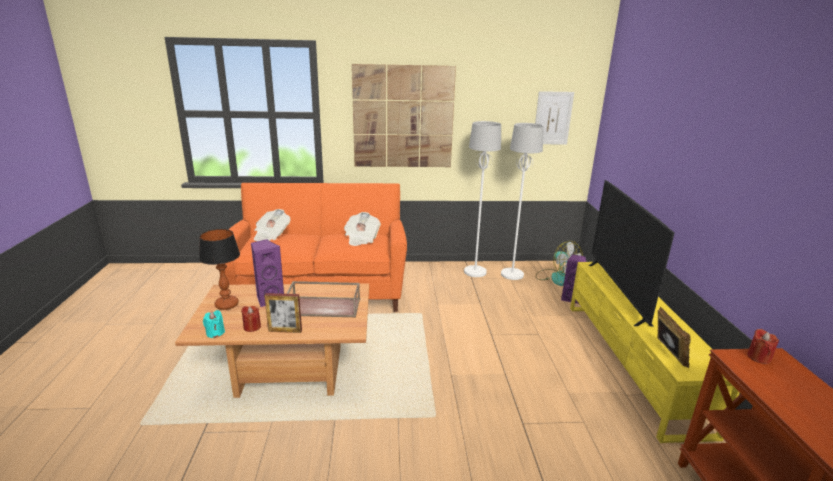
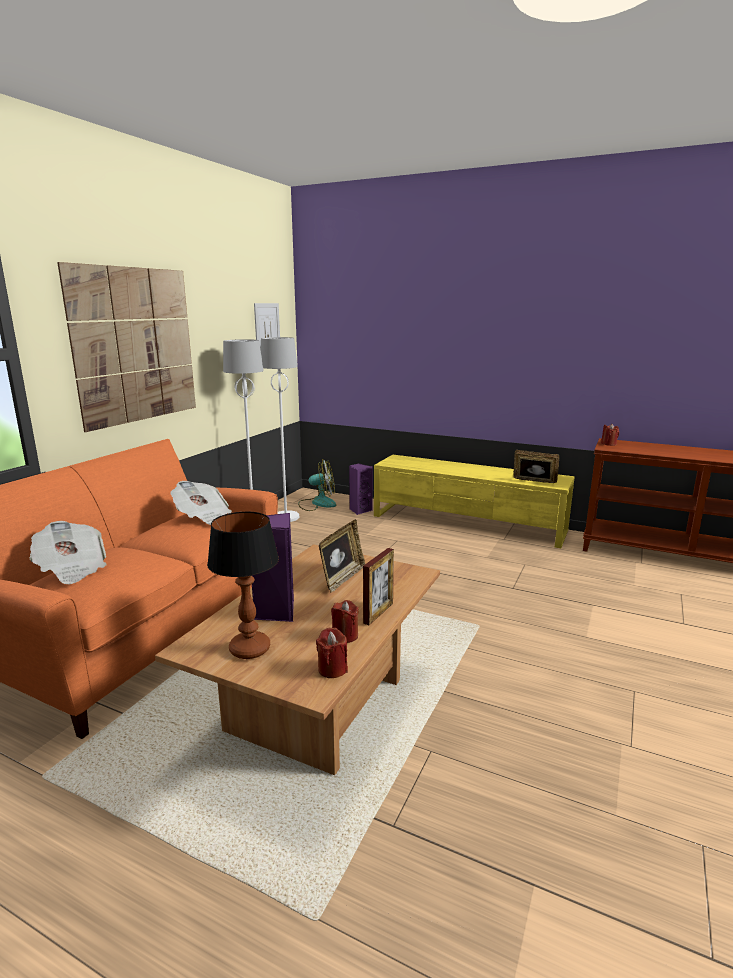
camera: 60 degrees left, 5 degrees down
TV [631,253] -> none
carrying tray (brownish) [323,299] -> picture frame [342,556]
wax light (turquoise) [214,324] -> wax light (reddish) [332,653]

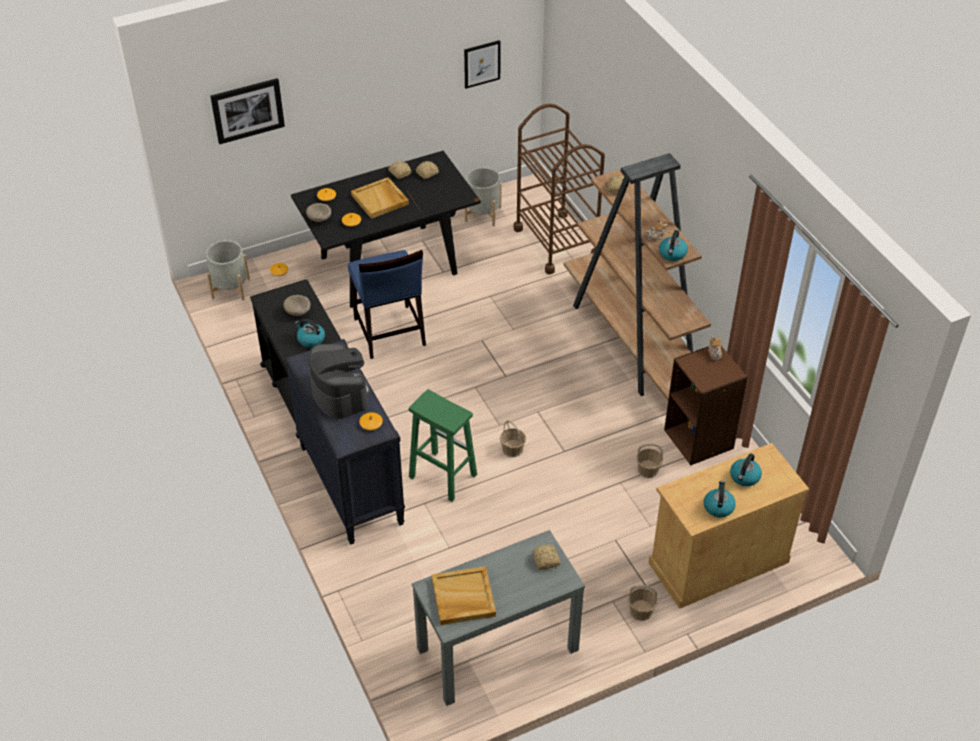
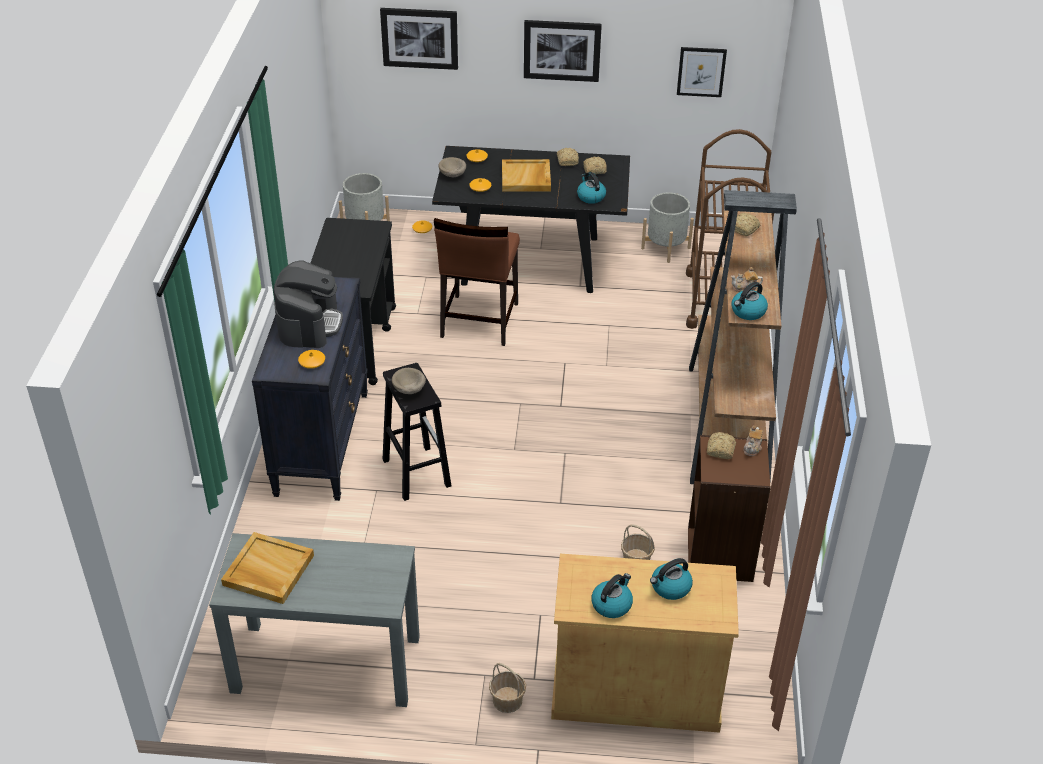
camera: 30 degrees right, 5 degrees down
chair (blue) [387,304] -> chair (brownish) [477,282]
deep dish (sand-coloured) [296,305] -> deep dish (sand-coloured) [409,381], relocated
kettle [310,333] -> kettle [591,188], relocated
sitting stool (greenish) [443,445] -> sitting stool (black) [417,432]
storage basket [513,438] -> none
bread [546,557] -> bread [721,445], relocated
none -> wall art [563,51]

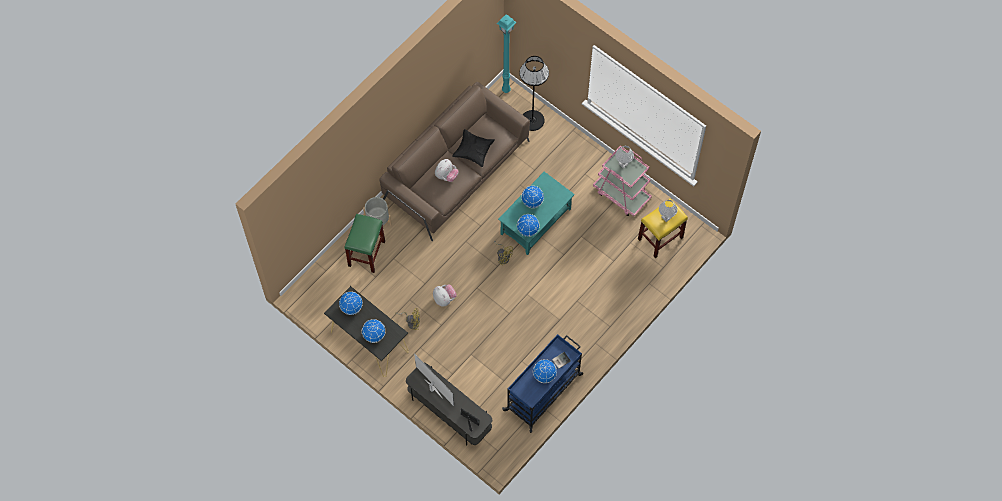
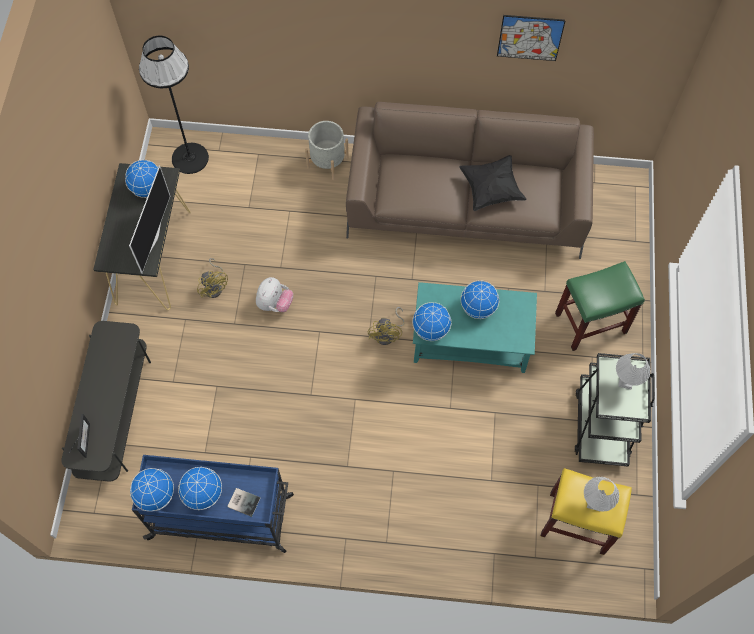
camera: 55 degrees right, 0 degrees up
standing lamp (turquoise) [506,53] -> none
standing lamp (black) [534,93] -> standing lamp (black) [174,105], relocated
cart (pink-coloured) [622,181] -> cart (black) [614,410]
plush toy [447,170] -> none
sitting stool (greenish) [364,243] -> sitting stool (greenish) [600,306], relocated
world globe [374,331] -> world globe [152,489], relocated
TV [434,379] -> TV [149,219], relocated
none -> wall art [531,38]

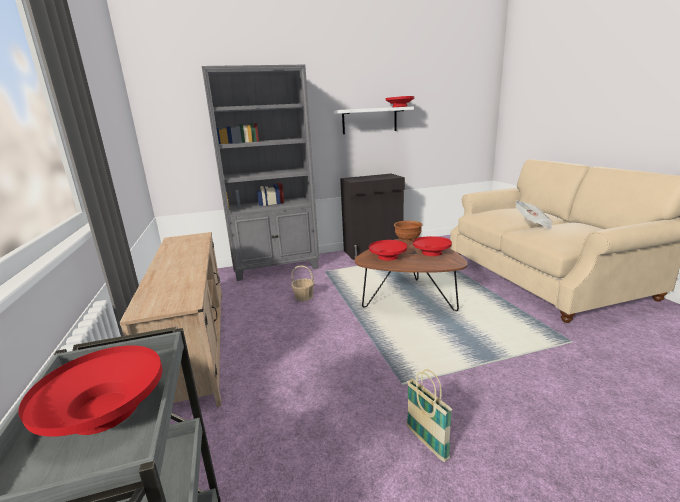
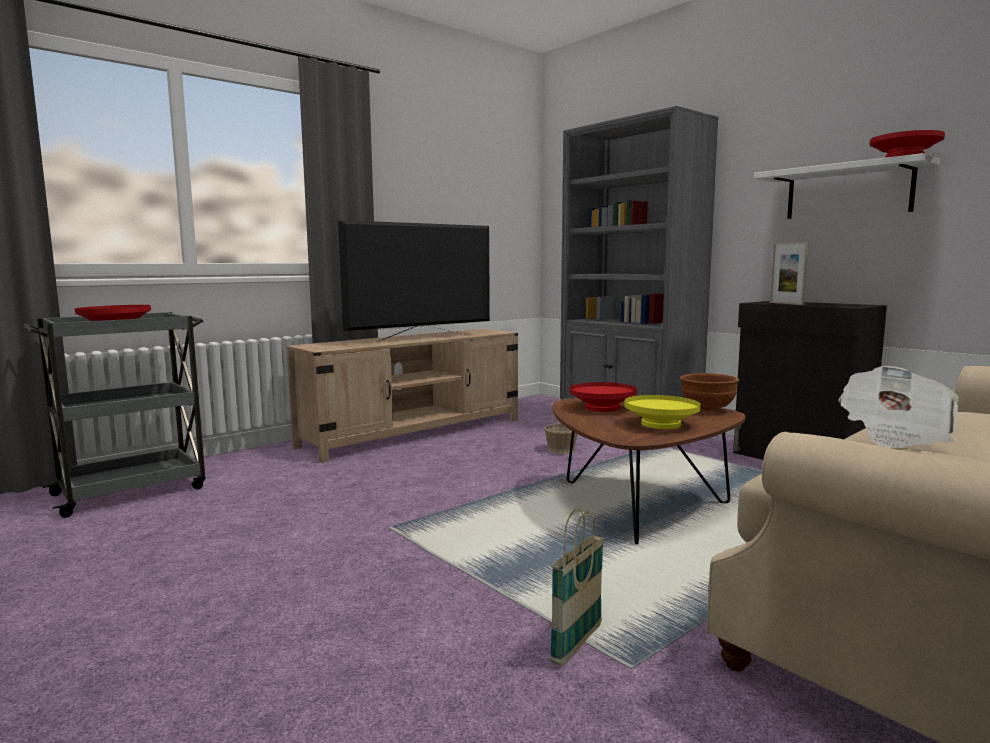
camera: 65 degrees right, 10 degrees down
deep dish (reddish) [432,246] -> deep dish (yellow) [662,412]
storage basket [429,415] -> storage basket [577,587], relocated
none -> TV [414,281]
none -> picture frame [789,273]

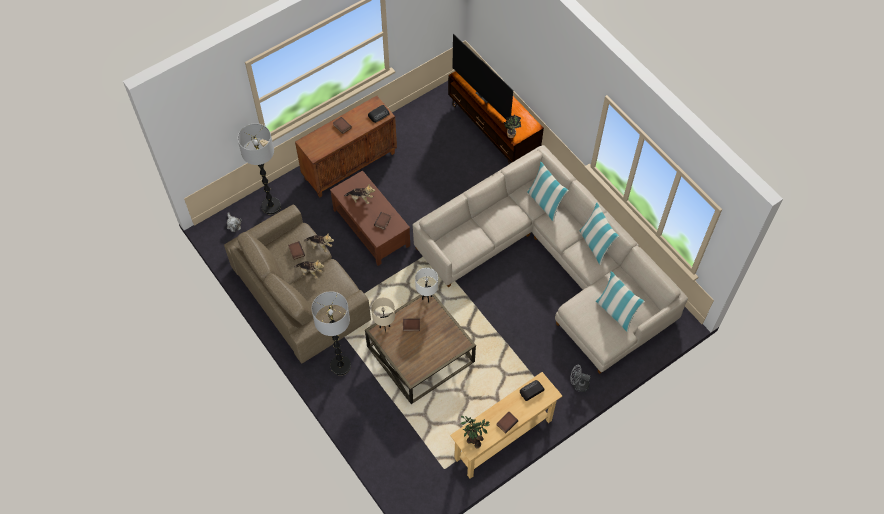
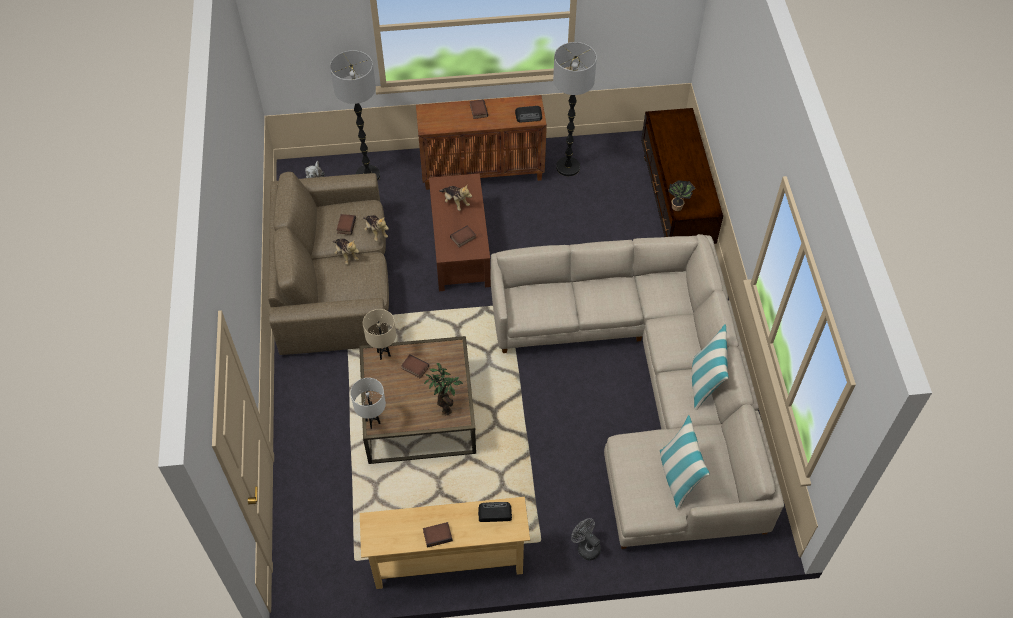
camera: 30 degrees right, 5 degrees down
TV [482,76] -> none
throw pillow [548,192] -> none
tabletop lamp (whitish) [426,285] -> tabletop lamp (whitish) [368,403], relocated
standing lamp [331,333] -> standing lamp [575,109], relocated
potted plant [475,432] -> potted plant [443,389], relocated

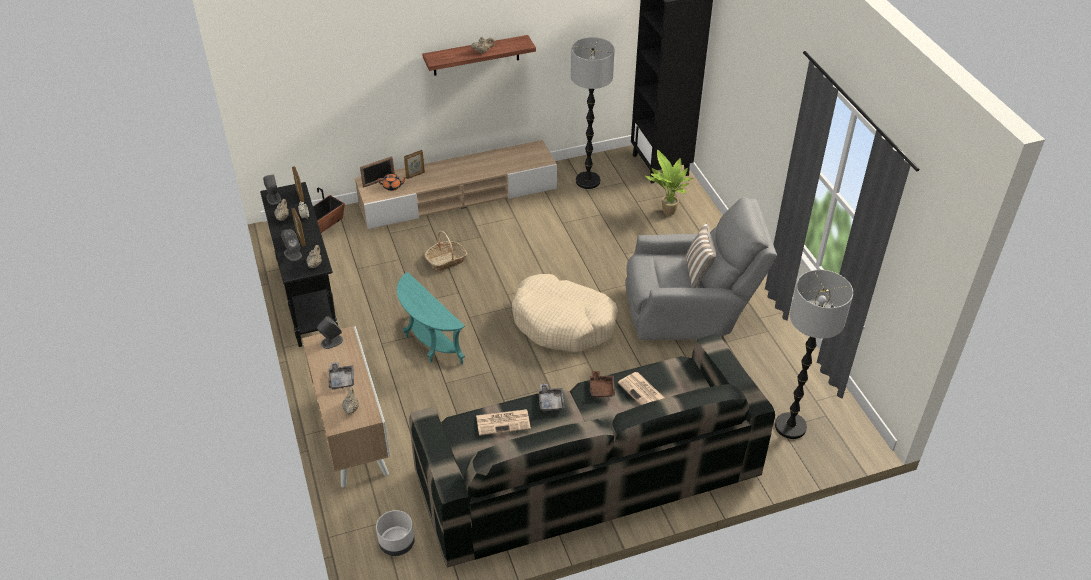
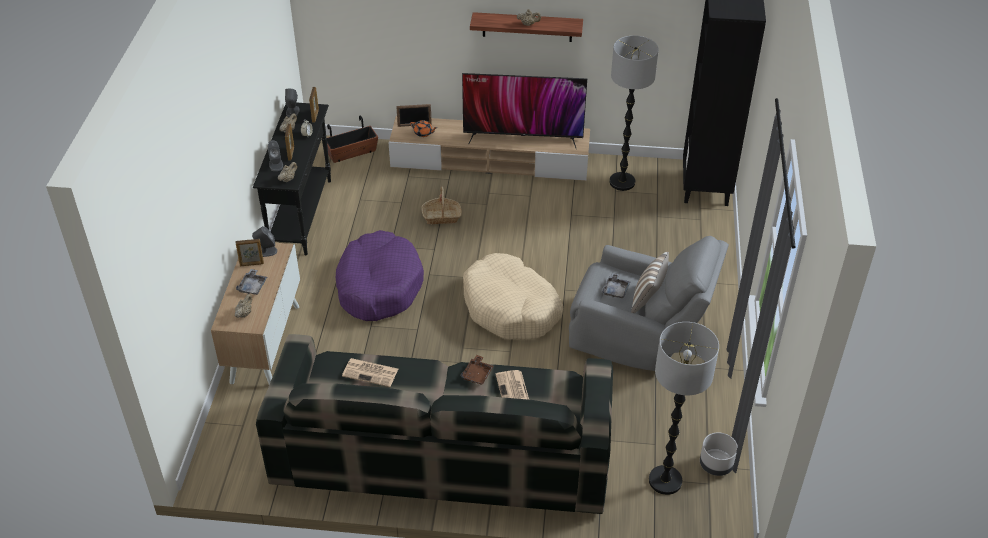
camera: 25 degrees right, 0 degrees up
picture frame [414,164] -> picture frame [250,252], relocated
potted plant [668,183] -> none
side table (turquoise) [431,318] -> pet bed (purple) [379,275]
carrying tray (grey) [551,397] -> carrying tray (grey) [616,285], relocated
planter (grey) [395,533] -> planter (grey) [719,454], relocated
none -> TV [524,110]

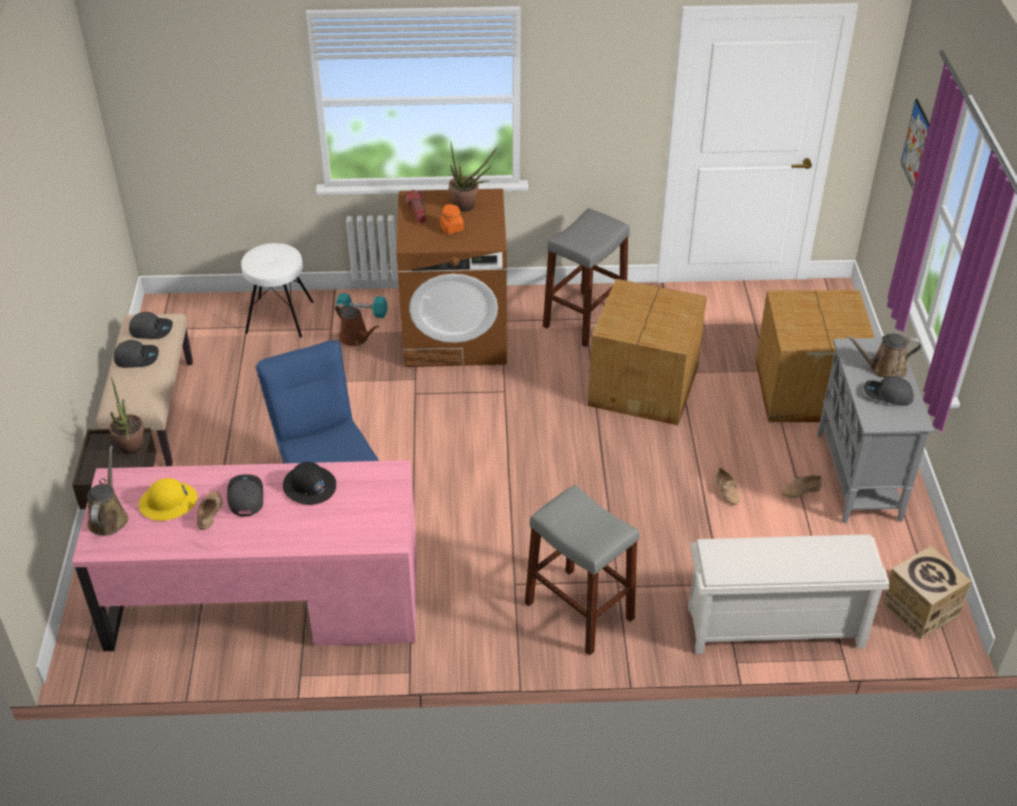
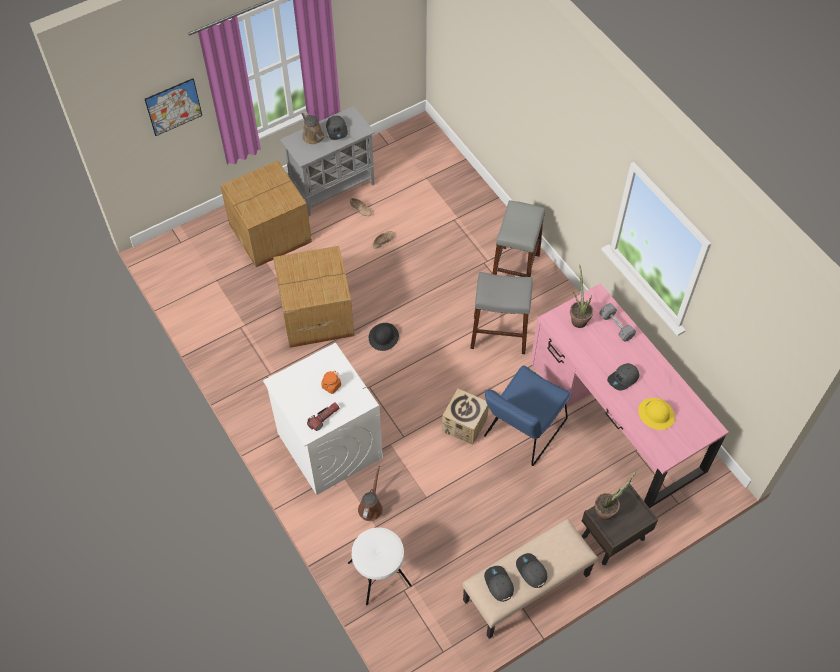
camera: 120 degrees left, 15 degrees up
potted plant [473,177] -> potted plant [581,296], relocated
laundry appliance (brownish) [451,278] -> laundry appliance (whitish) [323,419]
sitting stool (grey) [586,277] -> sitting stool (grey) [501,313], relocated
free weight (turquoise) [362,305] -> none
sprinkling can (brownish) [107,491] -> none
work helmet (black) [309,483] -> work helmet (black) [384,337], relocated
item of footwear (sand-coloured) [210,510] -> none
shoe stand (whitish) [789,594] -> none
packing box [927,592] -> packing box [465,417], relocated
none -> free weight (grey) [617,322]

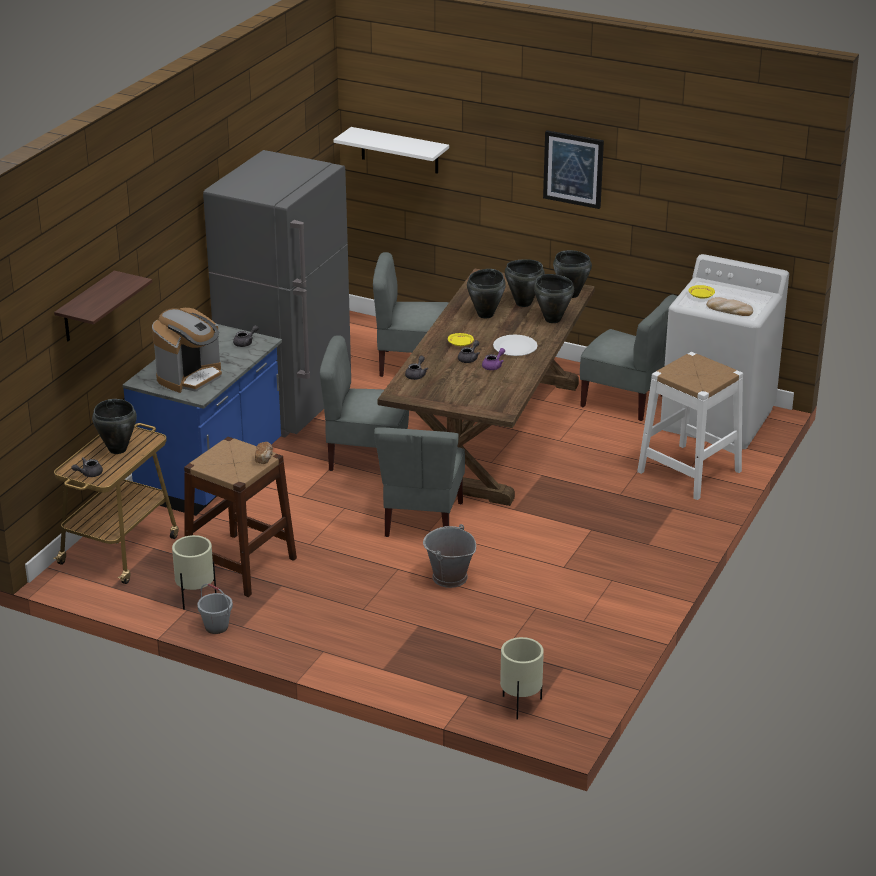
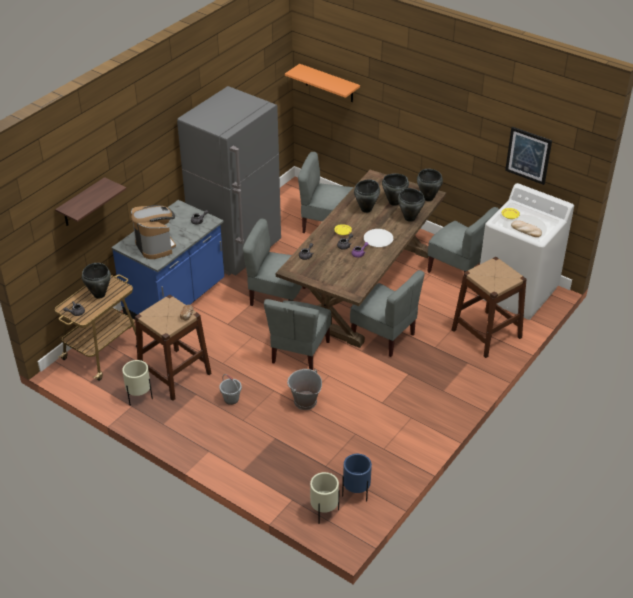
camera: 10 degrees right, 10 degrees up
bracket shelf (whitish) [391,150] -> bracket shelf (orange-coloured) [322,83]
wall art [573,169] -> wall art [528,156], relocated
coffee maker [187,350] -> coffee maker [153,232], 75 degrees counterclockwise
sitting stool (whitish) [690,426] -> sitting stool (brownish) [489,307]
water bucket (grey) [215,608] -> water bucket (grey) [230,389], relocated
none -> chair (grey) [387,313]
none -> planter (blue) [357,478]

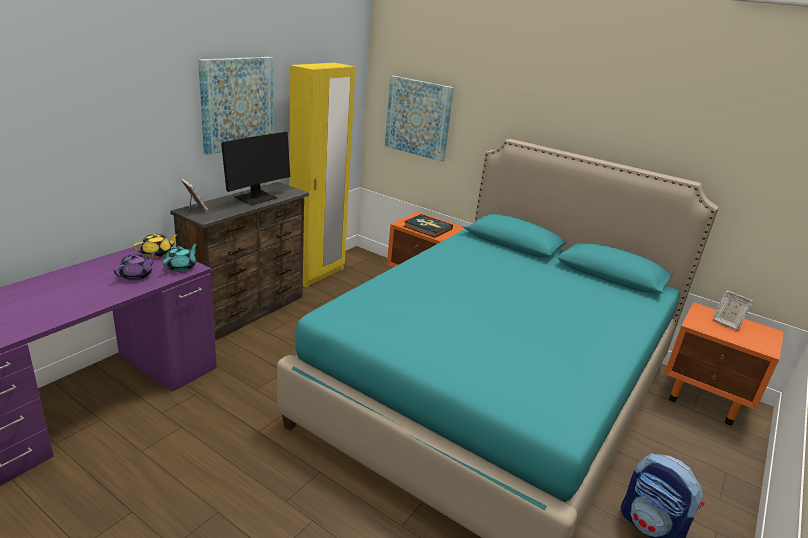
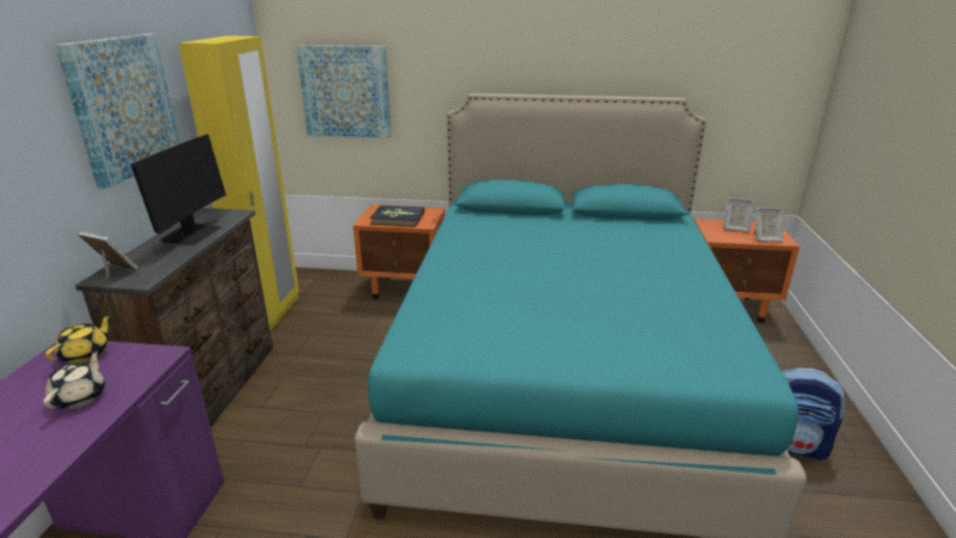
camera: 25 degrees left, 0 degrees up
teapot (turquoise) [180,257] -> none
teapot (purple) [135,266] -> teapot (sand-coloured) [74,379]
none -> picture frame [768,224]

